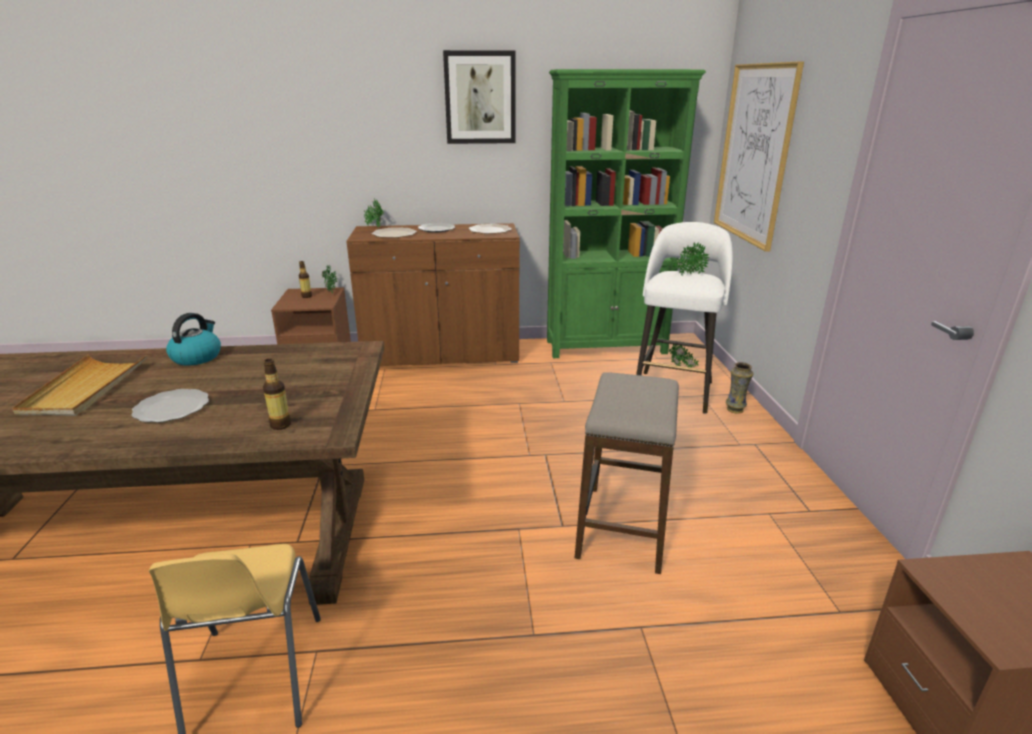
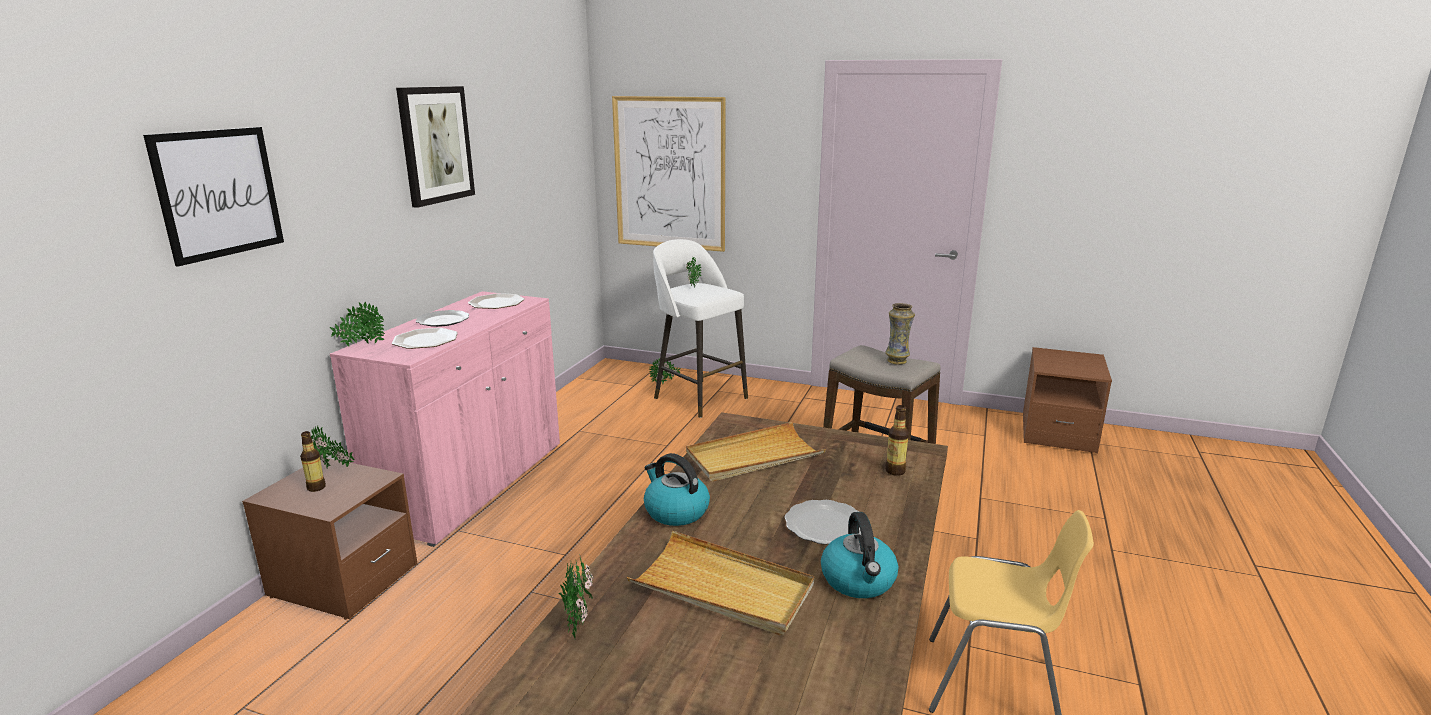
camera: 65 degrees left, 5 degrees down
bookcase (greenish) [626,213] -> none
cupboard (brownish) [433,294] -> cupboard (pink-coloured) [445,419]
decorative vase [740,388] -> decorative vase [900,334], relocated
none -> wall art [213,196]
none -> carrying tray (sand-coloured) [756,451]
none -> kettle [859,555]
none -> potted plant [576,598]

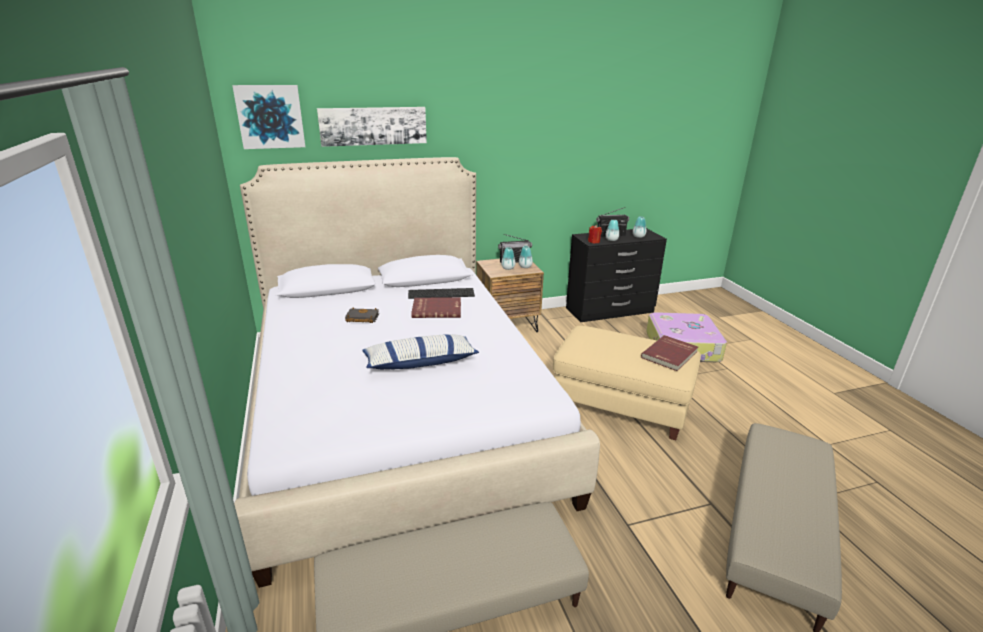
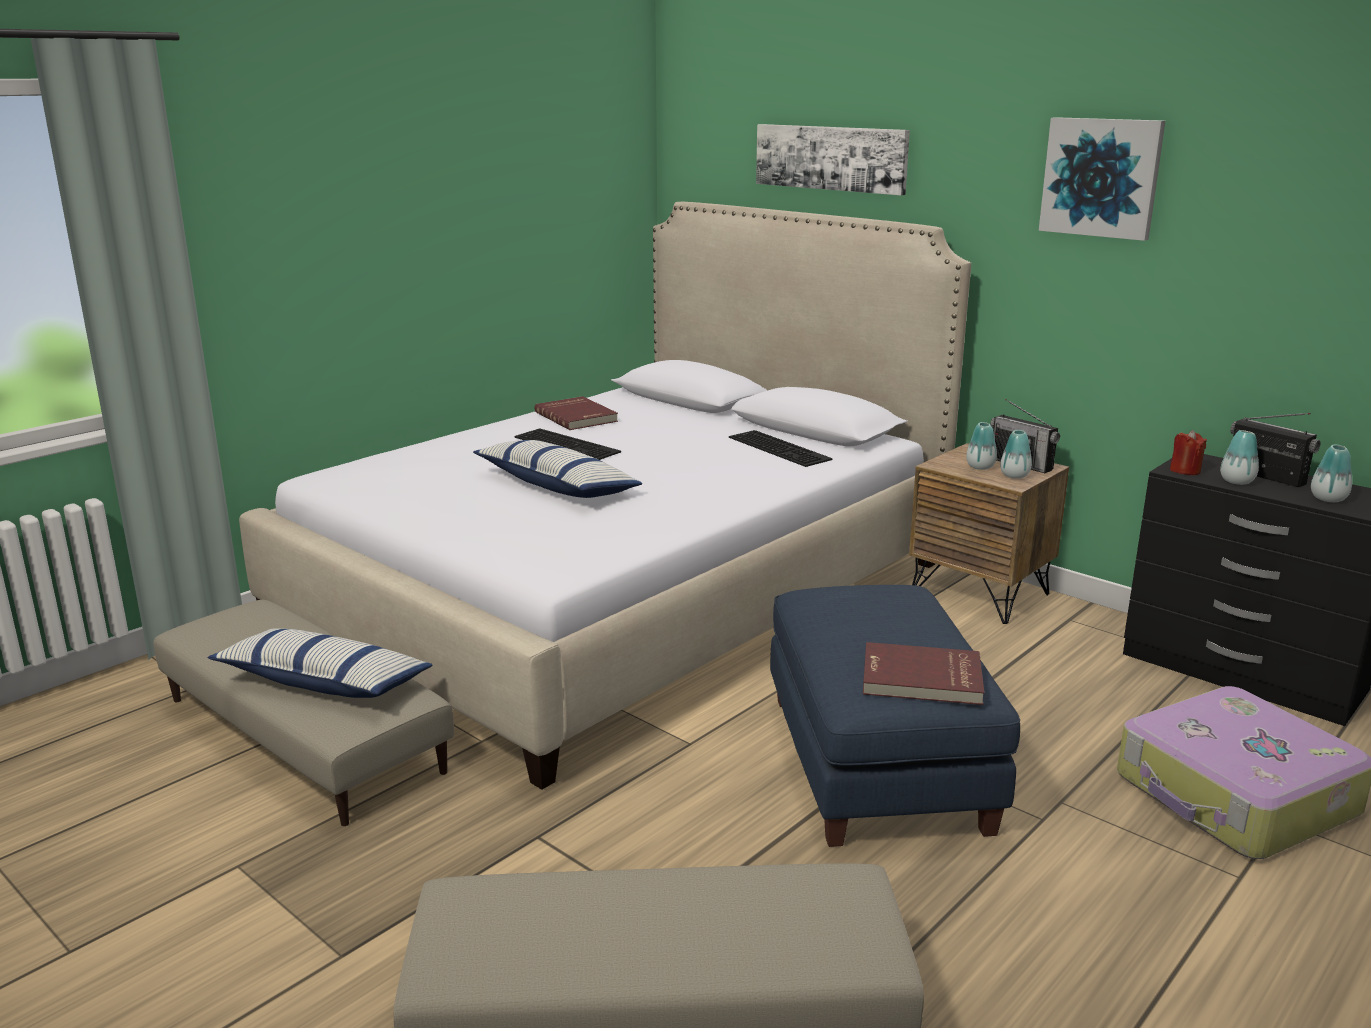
camera: 60 degrees right, 5 degrees down
wall art [268,117] -> wall art [1102,179], relocated
book (reddish) [436,307] -> book (reddish) [576,413], relocated
book (black) [362,315] -> none
ottoman (sand-coloured) [627,383] -> ottoman (blue) [895,716]
none -> PC keyboard [567,444]
none -> throw pillow [320,663]

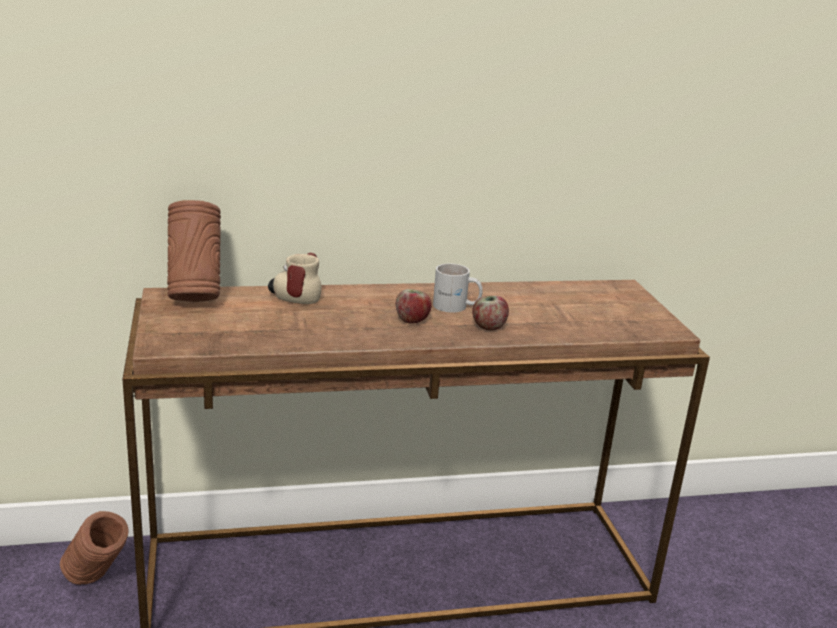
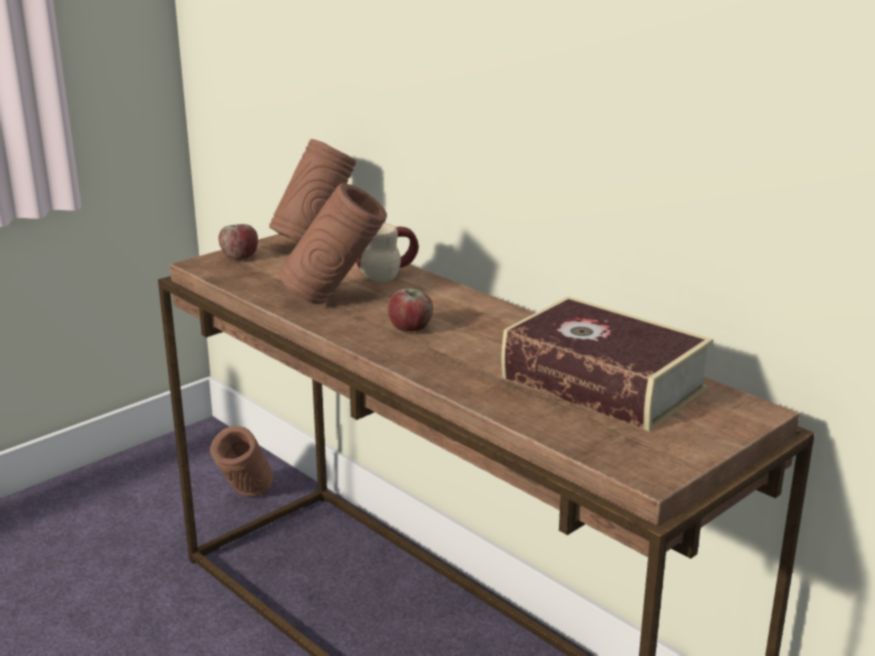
camera: 60 degrees right, 0 degrees up
coffee mug (whitish) [458,288] -> none
apple fruit [490,313] -> apple fruit [238,242], relocated
none -> decorative vase (brownish) [333,243]
none -> book [607,363]

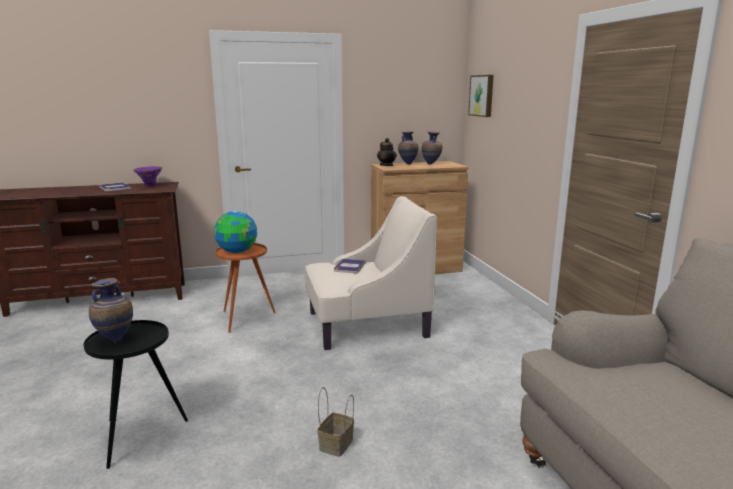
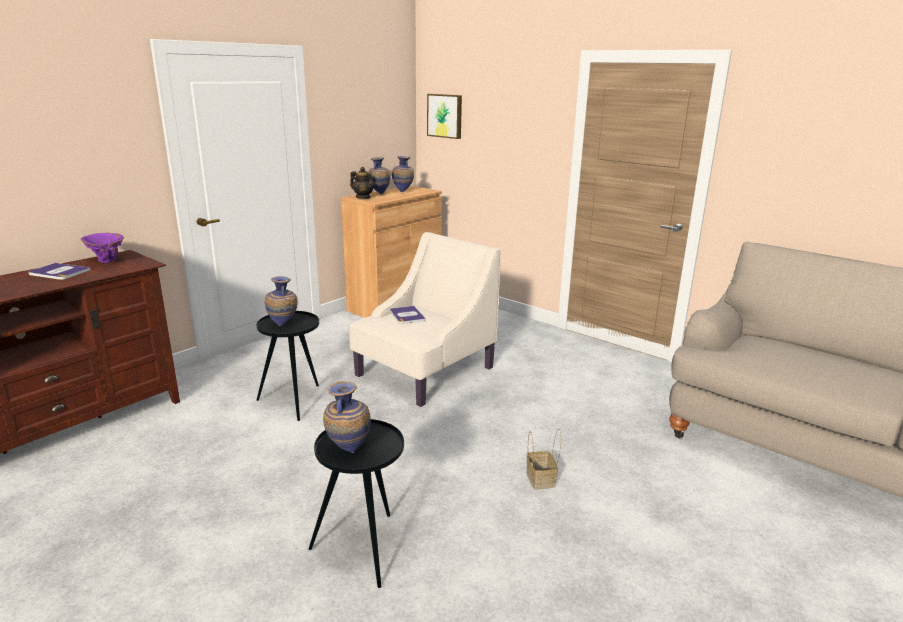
camera: 35 degrees left, 5 degrees up
world globe [235,232] -> decorative vase [281,301]
side table (orange-coloured) [245,288] -> side table (black) [288,366]

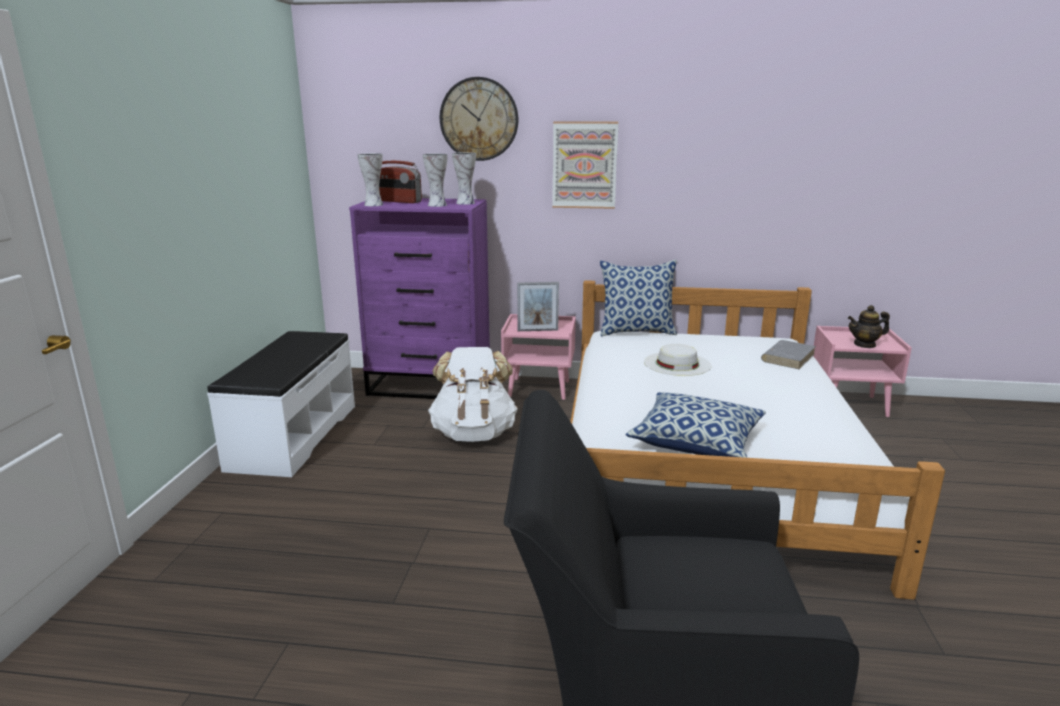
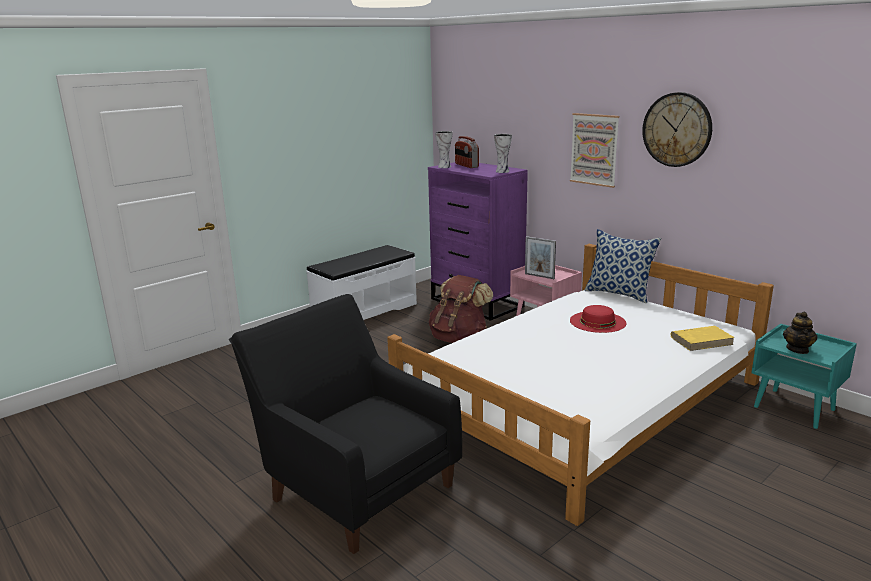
camera: 40 degrees right, 0 degrees up
wall clock [479,119] -> wall clock [677,129], relocated
decorative vase [435,180] -> none
teapot [869,326] -> teapot [800,333], 105 degrees counterclockwise
nightstand (pink-coloured) [862,371] -> nightstand (turquoise) [804,376]
book (grey) [788,354] -> book (yellow) [703,338]
wearable hat (whitish) [678,360] -> wearable hat (reddish) [598,319]
knapsack (whitish) [473,394] -> knapsack (brownish) [461,309]
throw pillow [696,425] -> none

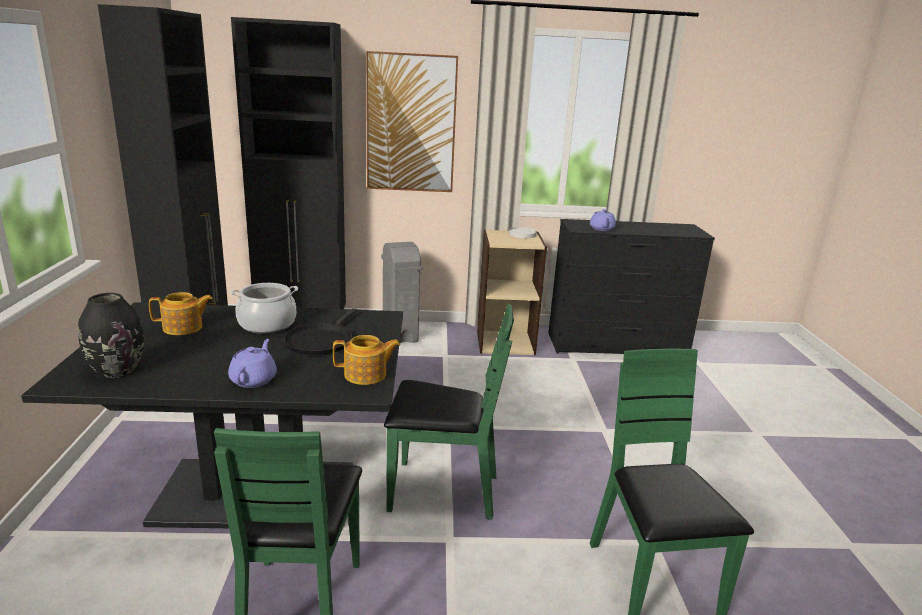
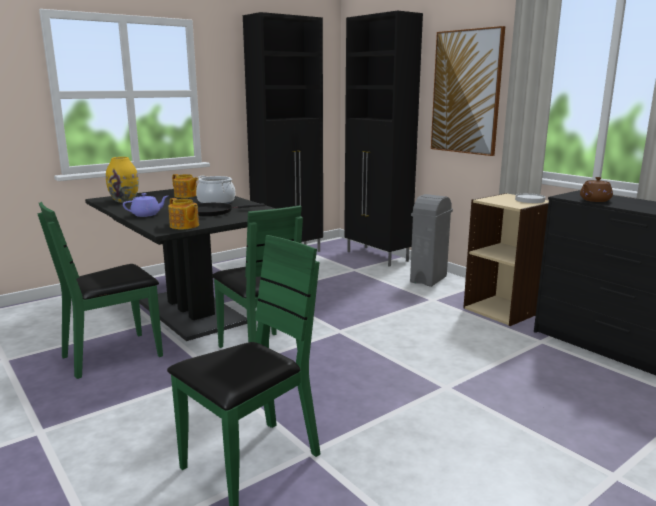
camera: 55 degrees right, 5 degrees down
teapot (purple) [603,220] -> teapot (brownish) [596,189]
decorative vase (black) [111,335] -> decorative vase (yellow) [122,179]

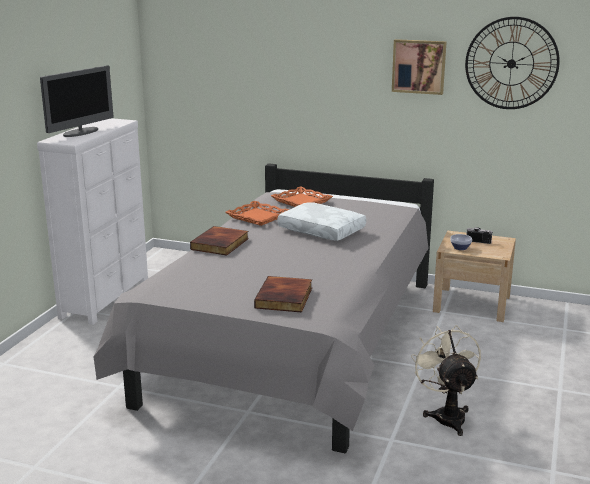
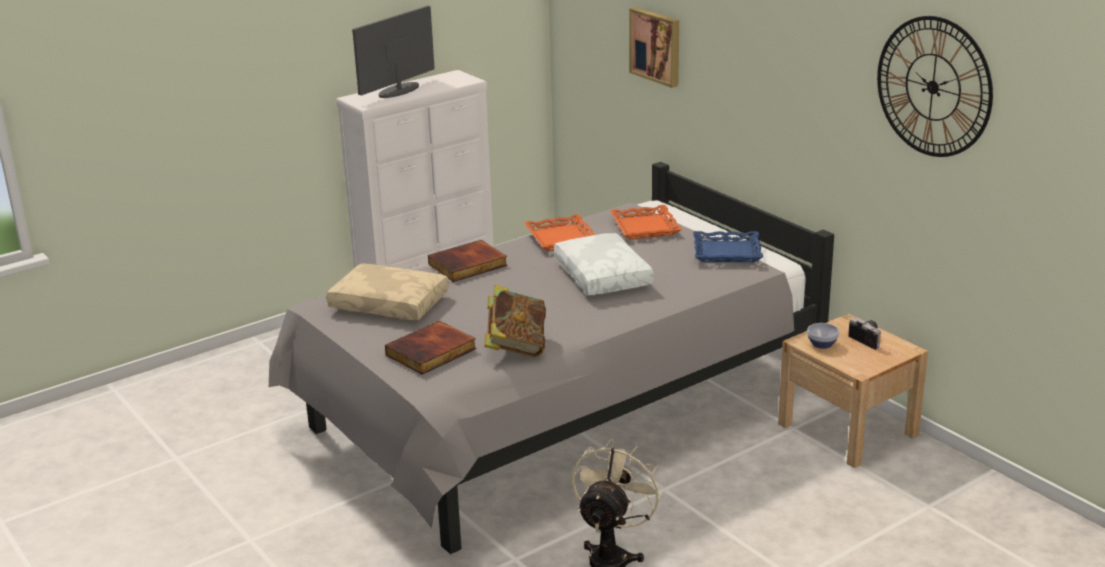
camera: 35 degrees right, 5 degrees up
wall art [419,67] -> wall art [654,47], relocated
monitor [77,101] -> monitor [393,52], 150 degrees clockwise
none -> carrying tray (blue) [728,246]
none -> throw pillow (sand-coloured) [388,292]
none -> book [515,321]

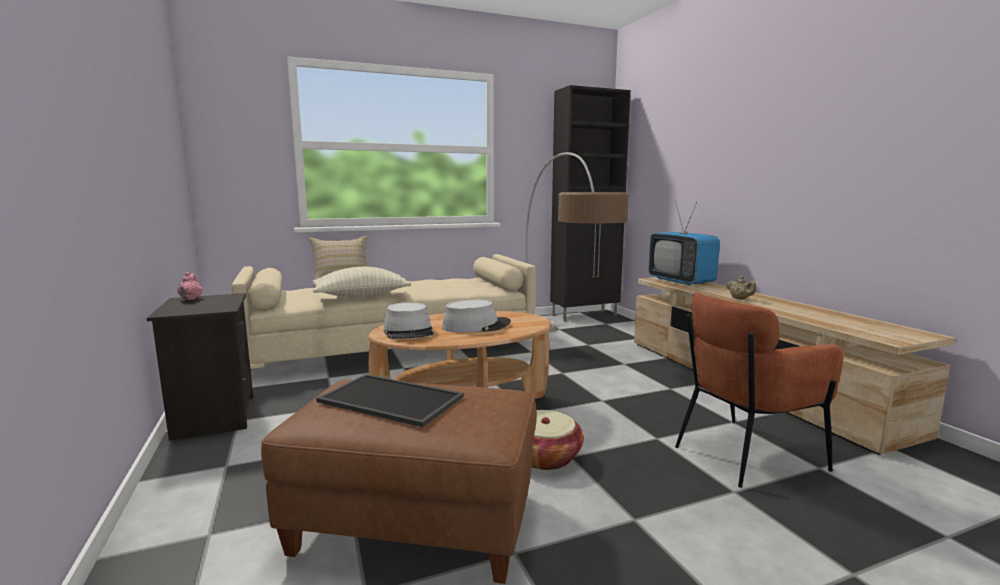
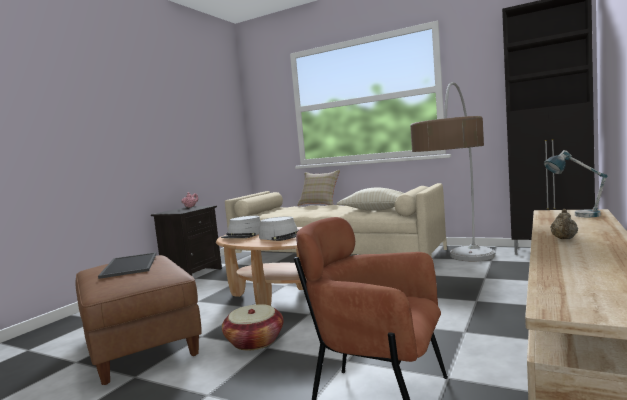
camera: 50 degrees right, 5 degrees down
TV [684,243] -> tabletop lamp [575,183]
throw pillow (sand-coloured) [361,282] -> throw pillow (sand-coloured) [370,199], relocated

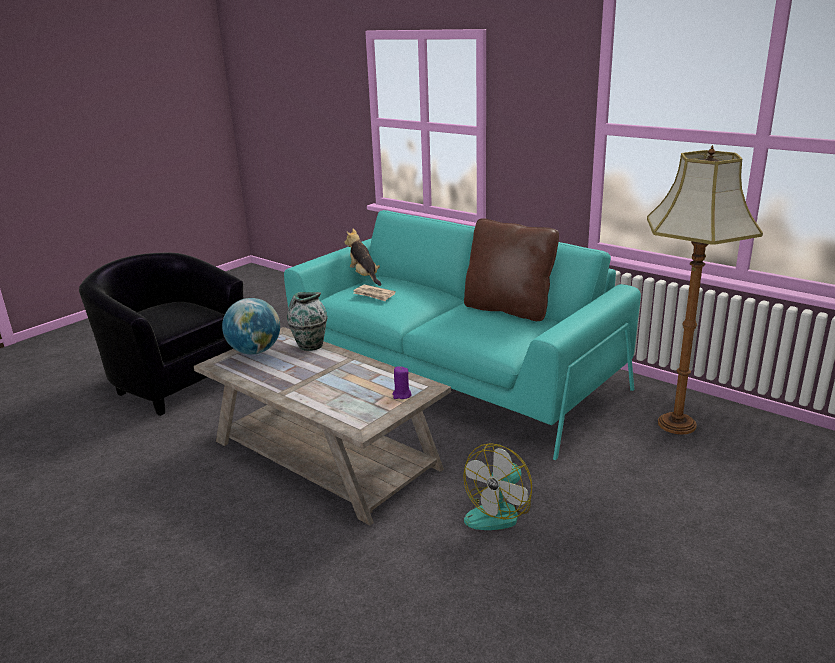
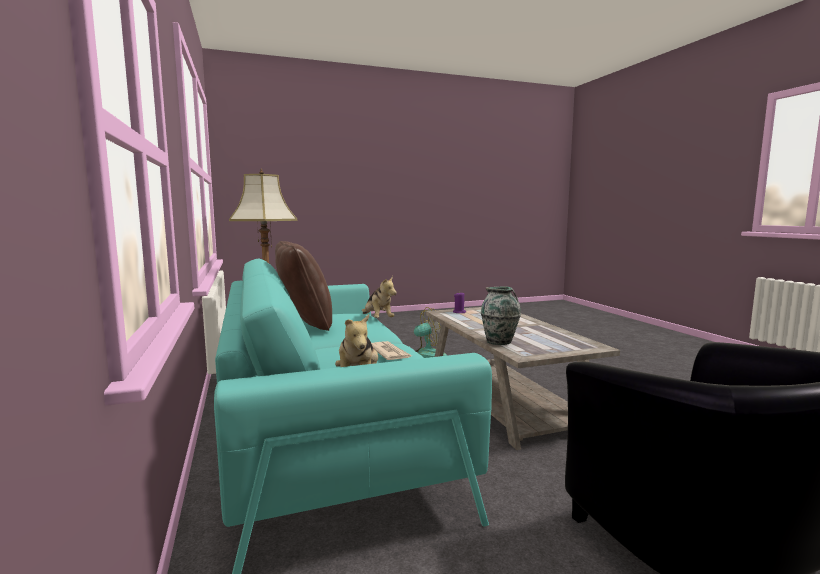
camera: 150 degrees left, 15 degrees down
world globe [251,326] -> none
none -> plush toy [379,297]

